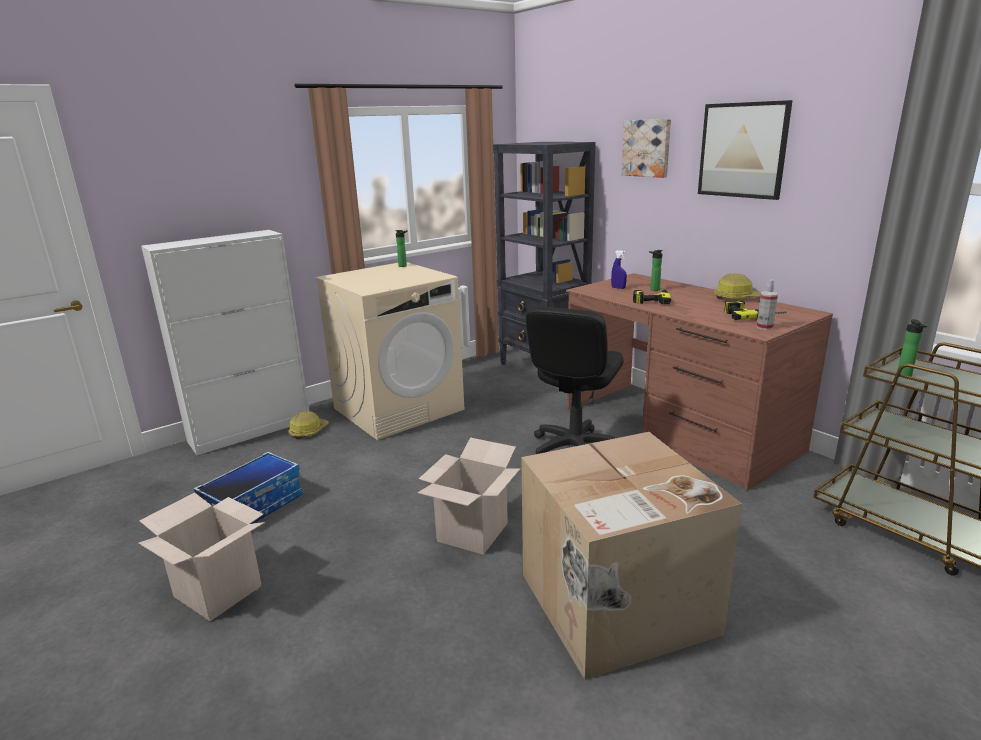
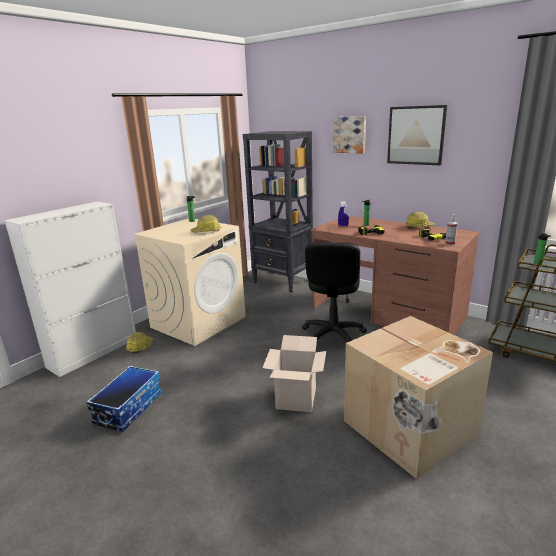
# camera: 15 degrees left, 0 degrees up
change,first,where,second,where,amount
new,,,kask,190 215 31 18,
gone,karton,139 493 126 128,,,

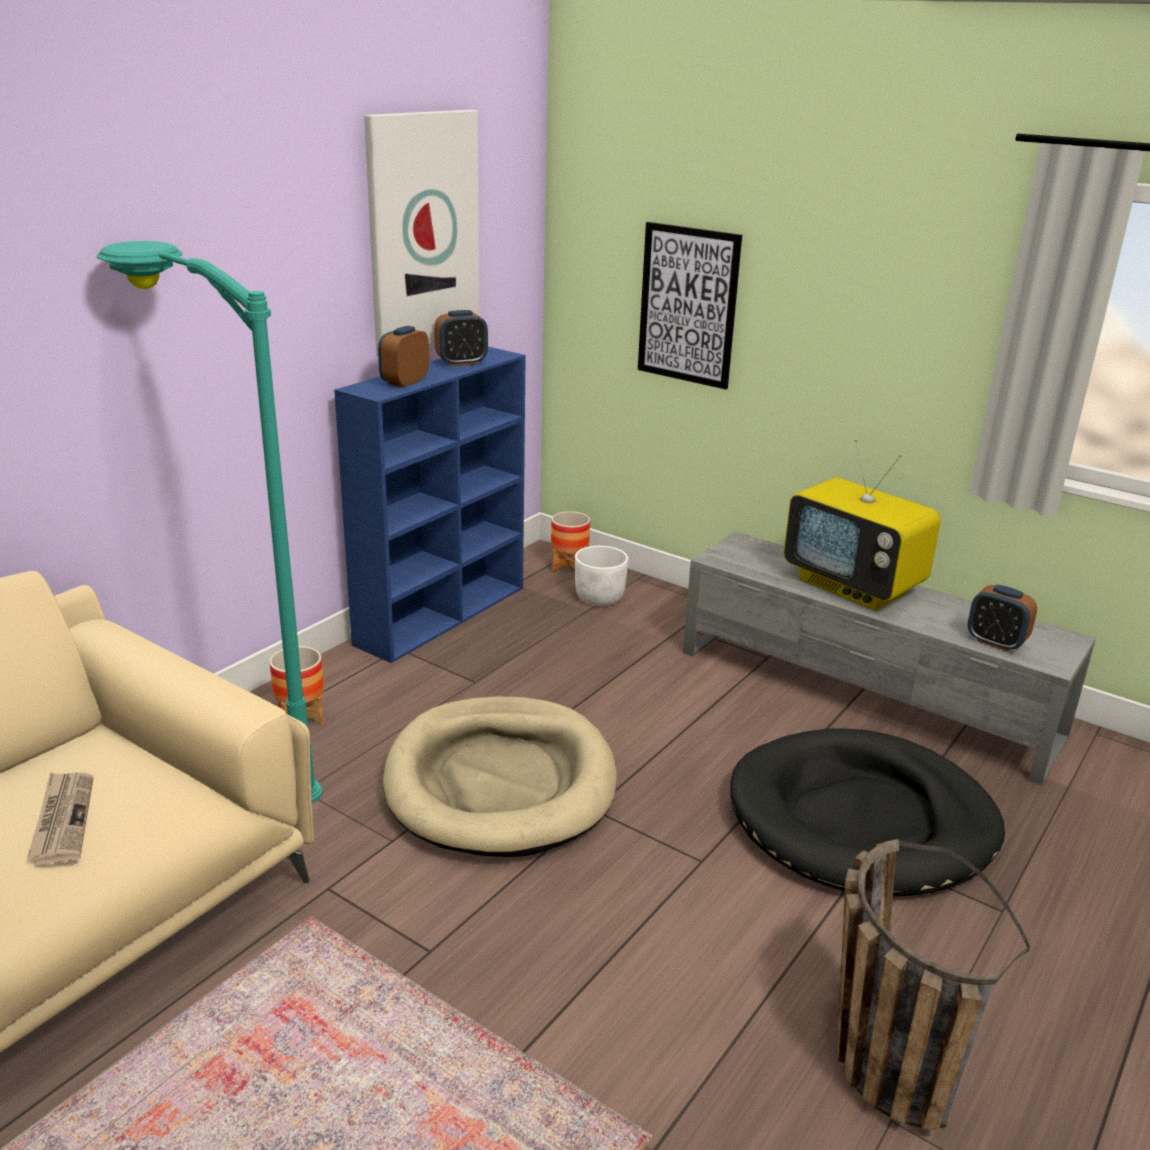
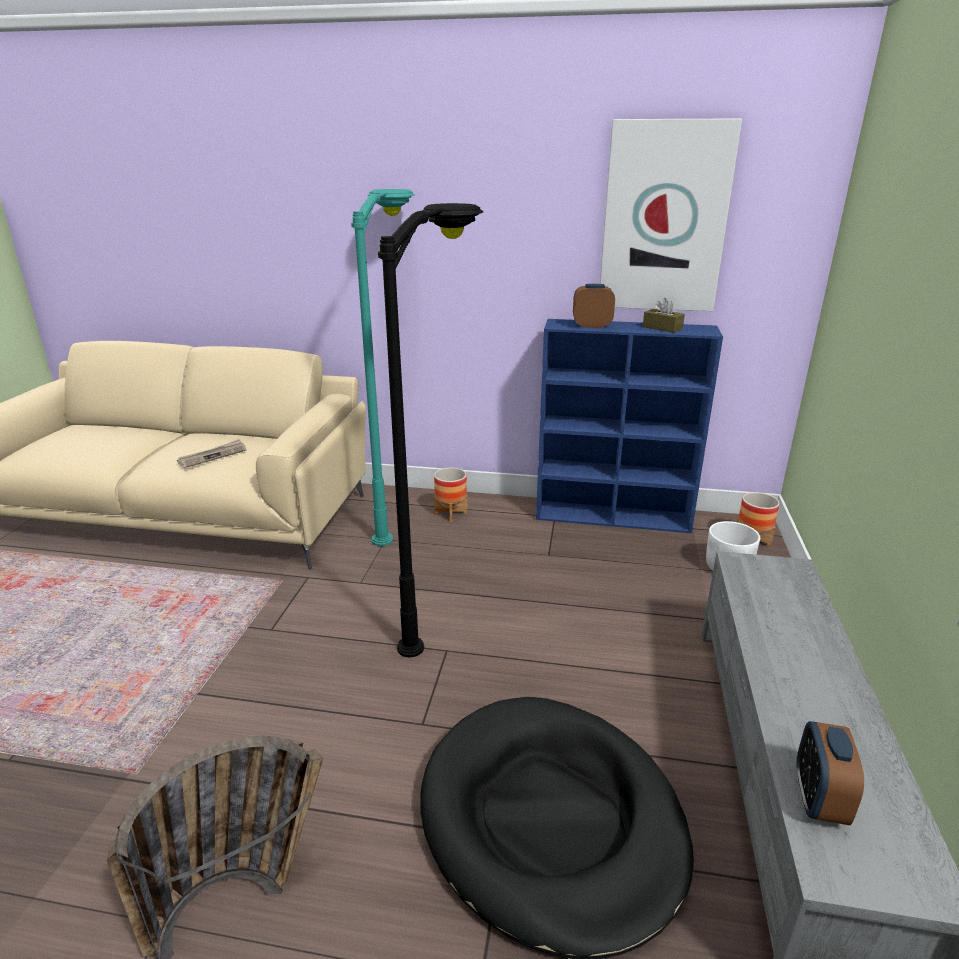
# camera: 65 degrees right, 0 degrees up
change,first,where,second,where,amount
swapped,legowisko [beżowy],383 696 234 161,lampa stojąca [czarny],378 203 105 454,
swapped,budzik,434 310 54 56,pudełko chusteczek [brązowy],643 298 42 35,
gone,obraz,638 222 104 167,,,
gone,telewizor,784 439 157 172,,,

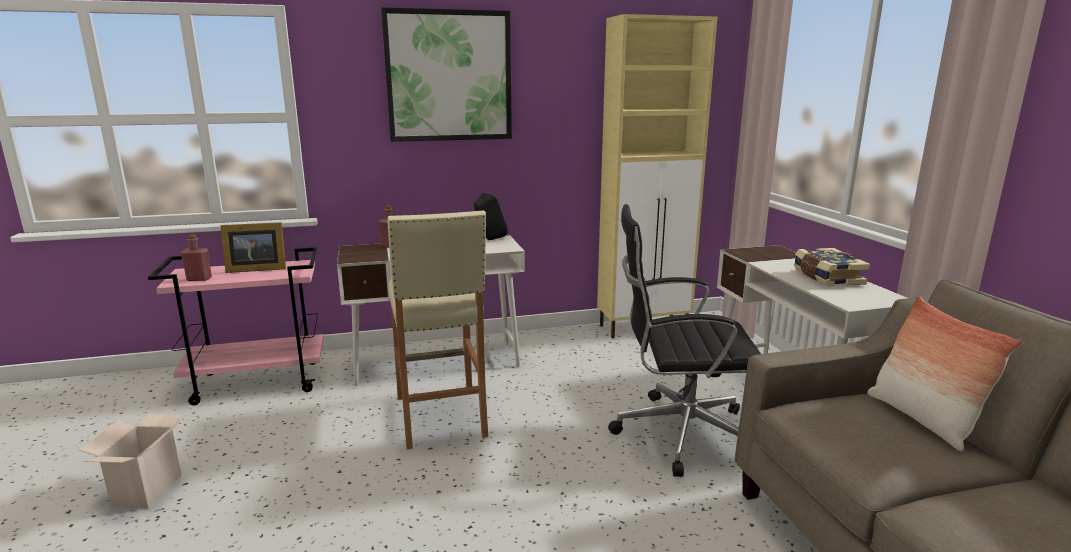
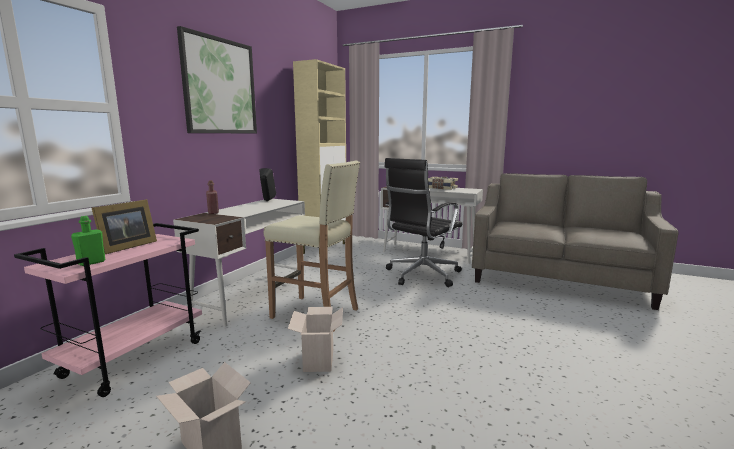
# camera: 50 degrees left, 5 degrees down
change,first,where,second,where,amount
repainted,butelka [czerwony],181 234 31 47,butelka [zielony],71 216 34 50,
new,,,karton,288 307 55 65,
gone,poduszka,867 296 155 156,,,

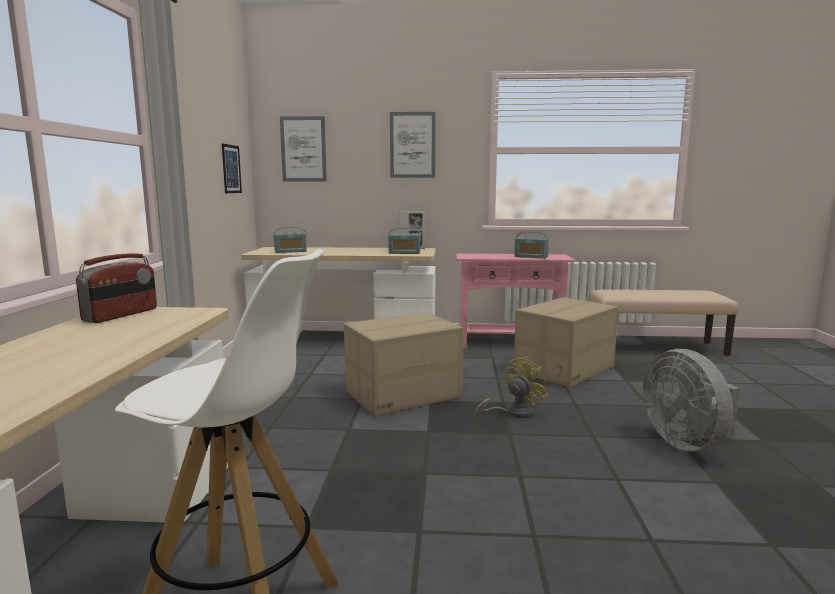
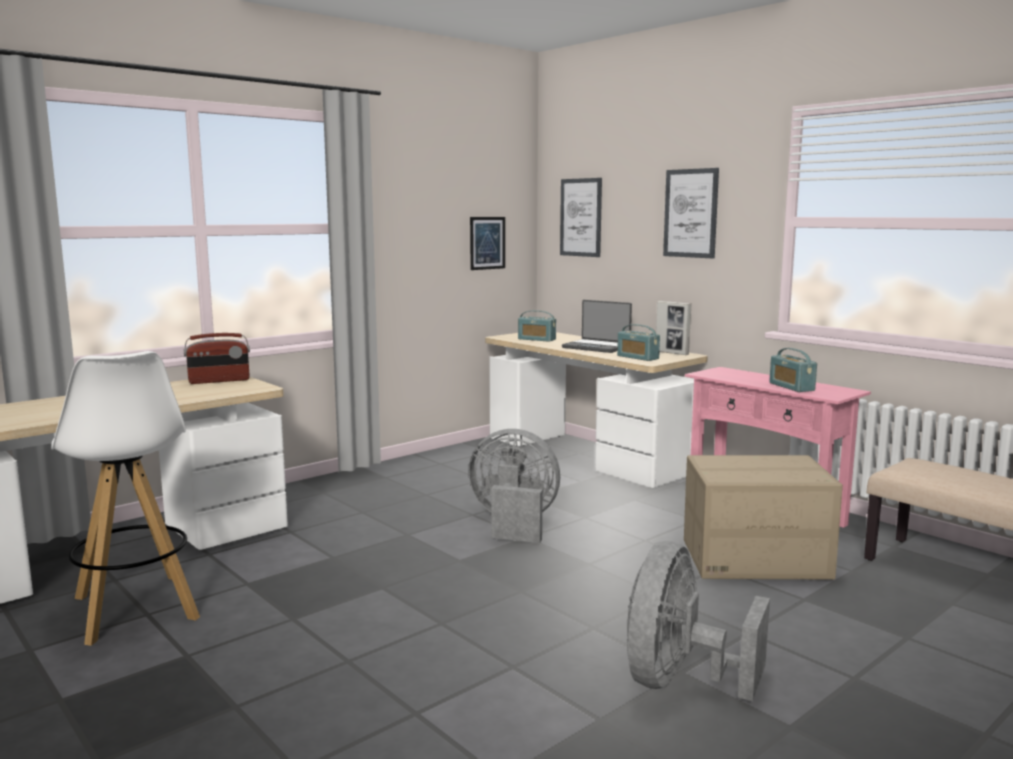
# camera: 45 degrees right, 0 degrees up
change,first,where,second,where,amount
swapped,karton,344 312 120 104,wentylator [szary],469 429 91 114,
new,,,laptop,562 300 70 53,
gone,wentylator [żółty],474 357 74 61,,,

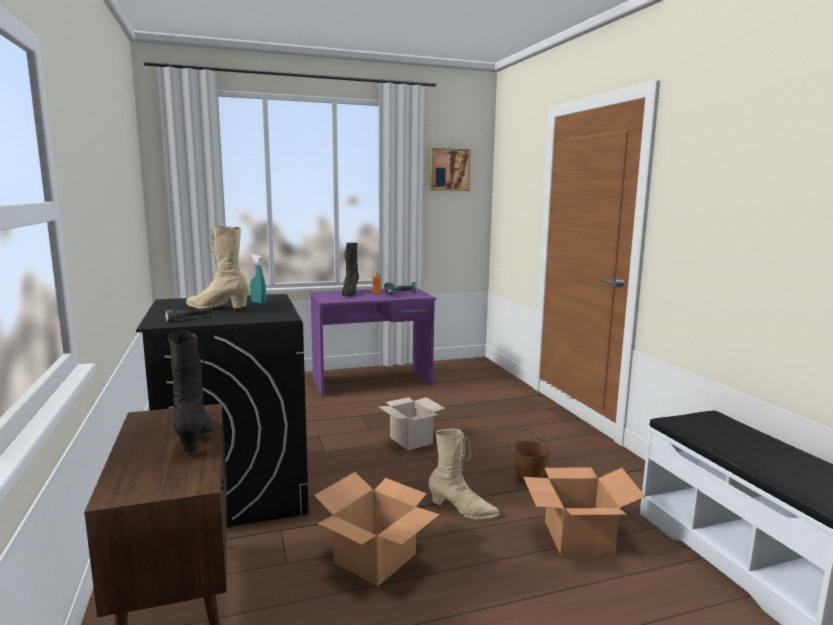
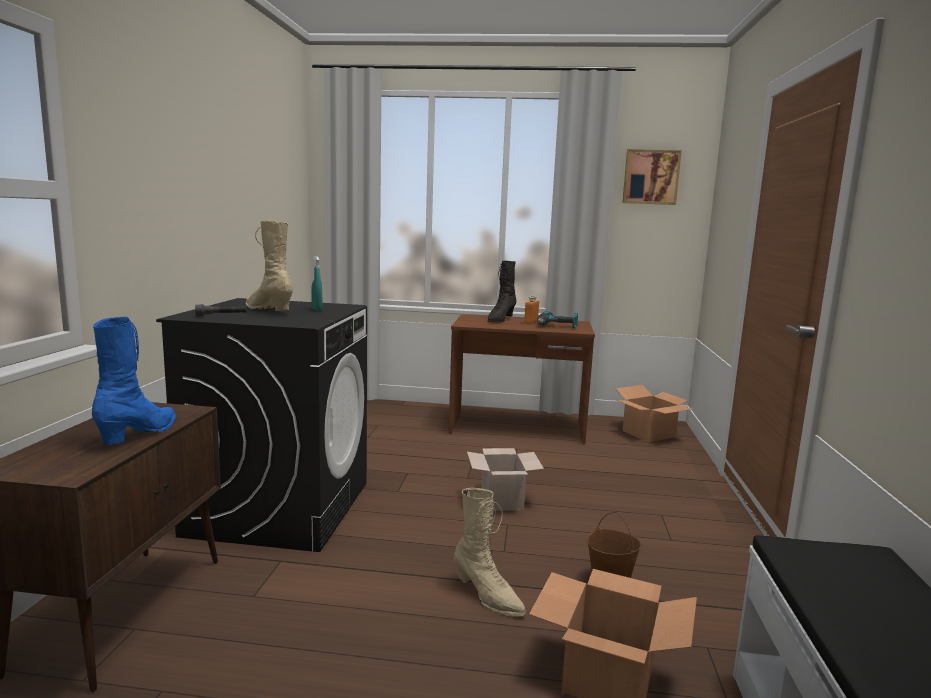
# camera: 25 degrees right, 0 degrees up
change,first,where,second,where,amount
repainted,but z cholewką [czarny],168 330 45 122,but z cholewką [niebieski],92 316 84 129,
repainted,biurko [fioletowy],310 287 126 110,biurko [brązowy],448 314 147 131,
shifted,karton,314 472 126 114,,615 385 77 57,

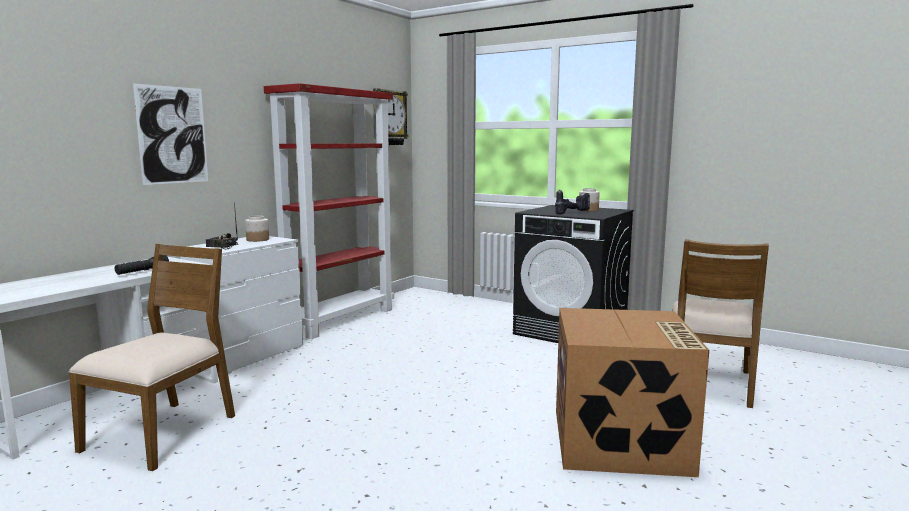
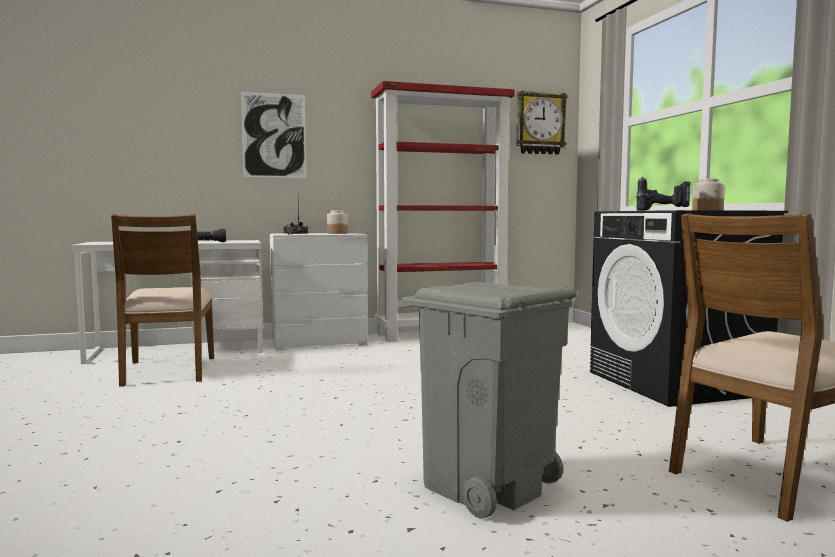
# camera: 40 degrees right, 5 degrees down
change,first,where,second,where,amount
rotated,krzesło [brązowy],68 244 167 227,,111 214 103 173,105 degrees clockwise
swapped,karton,556 308 153 169,kosz na śmieci [szary],398 282 179 237,

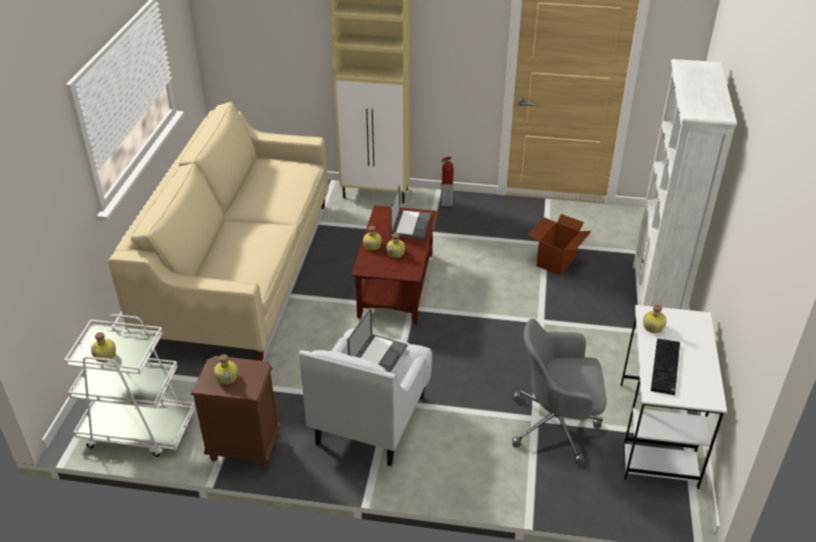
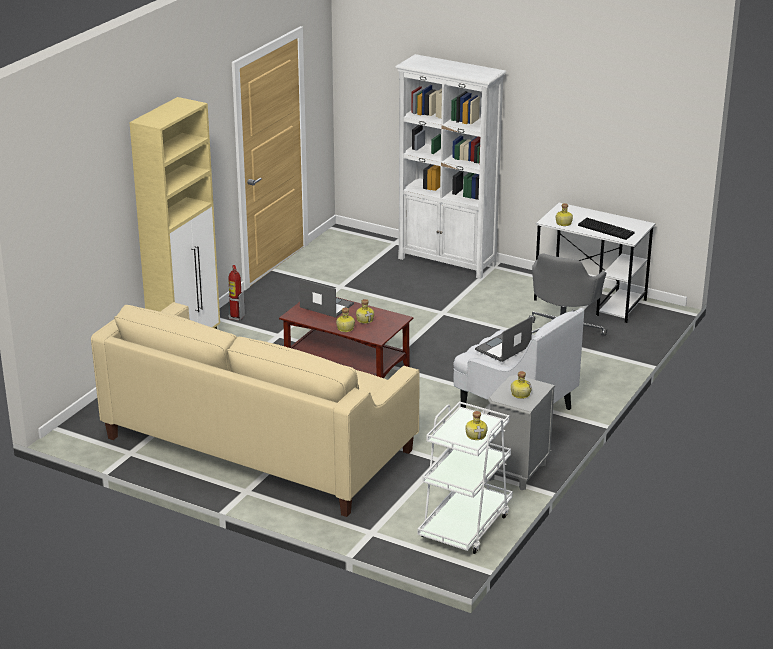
# camera: 70 degrees left, 10 degrees down
change,first,where,second,where,amount
rotated,laptop,347 307 60 65,,475 316 58 46,90 degrees counterclockwise
repainted,szafka nocna [brązowy],191 356 90 112,szafka nocna [szary],488 375 67 115,
gone,karton,528 214 64 61,,,

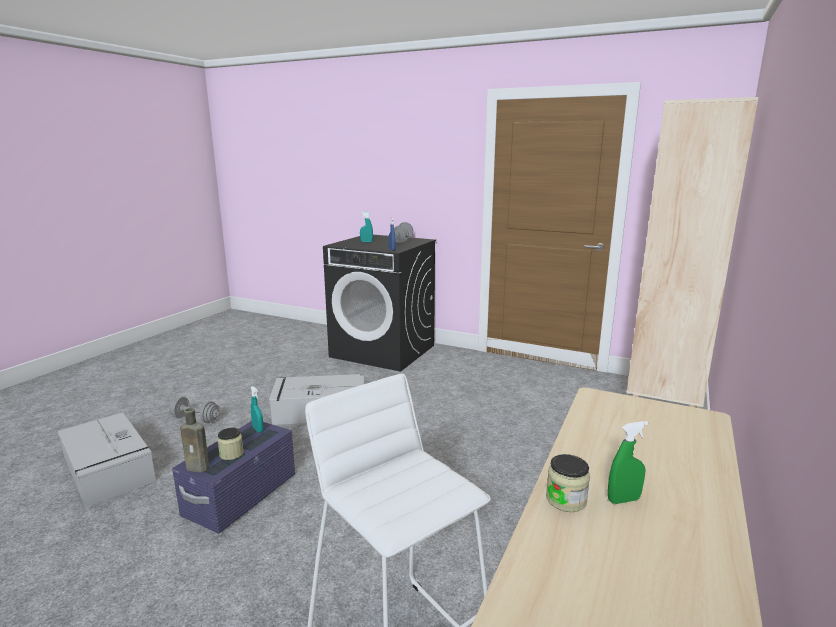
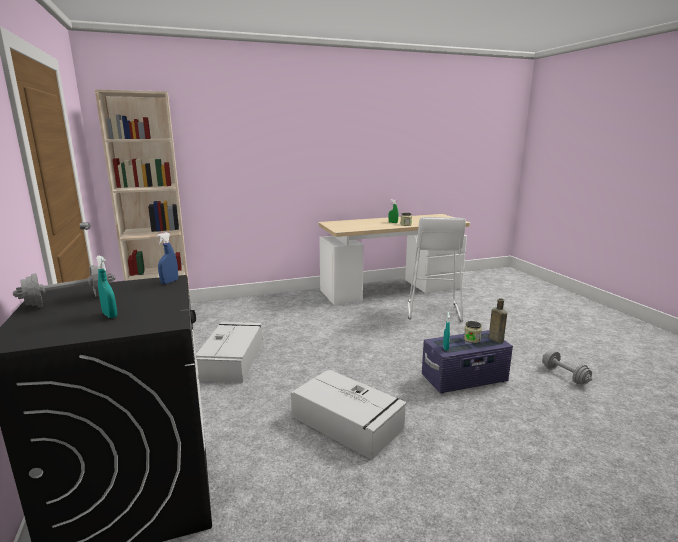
# camera: 135 degrees left, 0 degrees up
change,first,where,second,where,amount
shifted,pojemnik do przechowywania [szary],58 412 98 95,,196 322 67 61,
shifted,hantel [szary],169 397 51 26,,542 351 50 34,

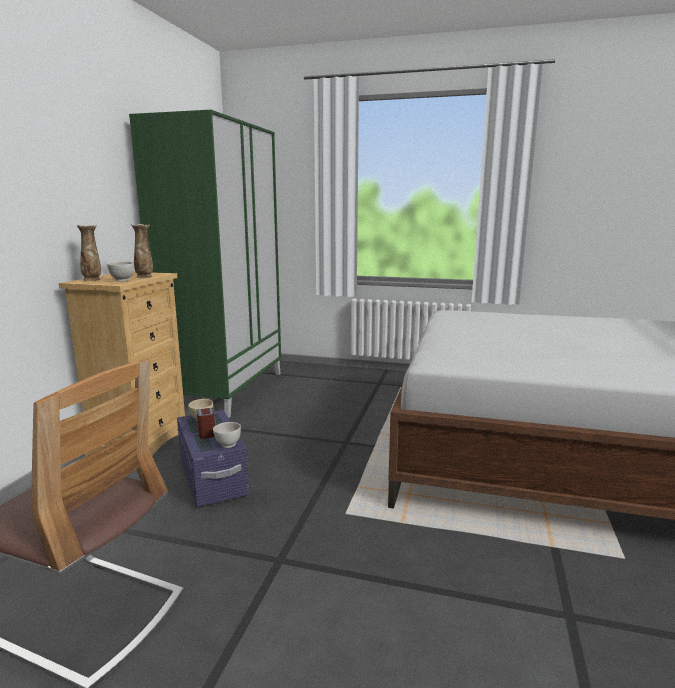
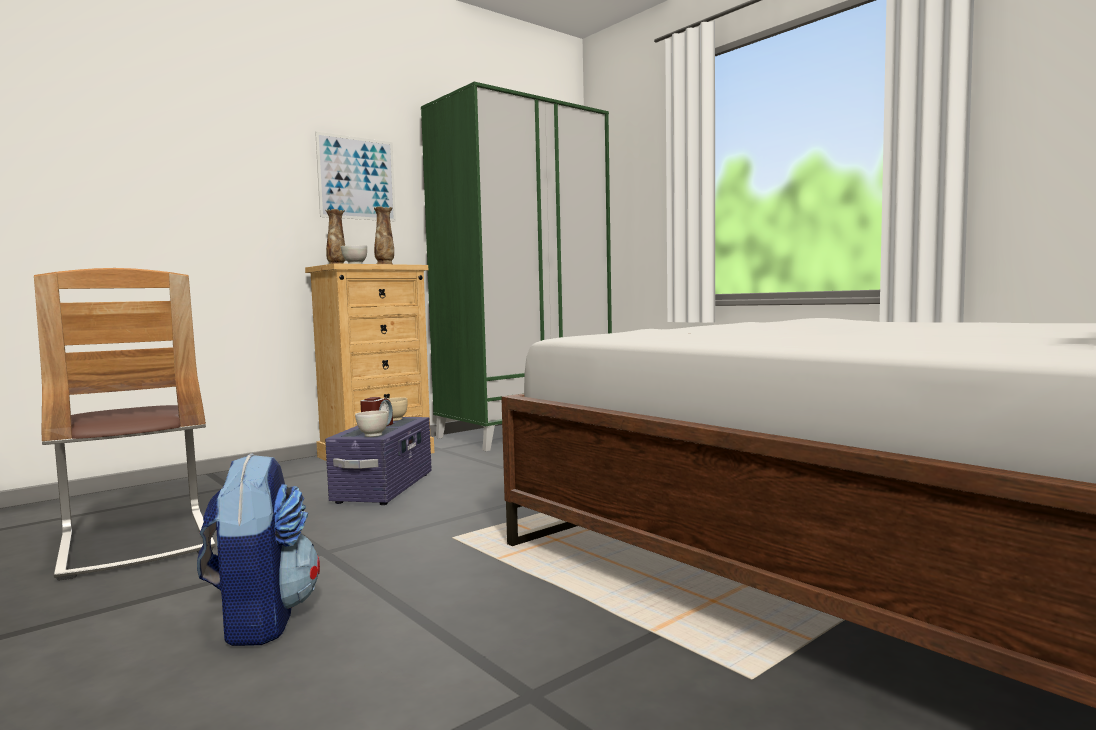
# camera: 35 degrees right, 10 degrees down
change,first,where,second,where,amount
new,,,plecak,197 453 123 193,
new,,,obraz,315 132 81 90,

